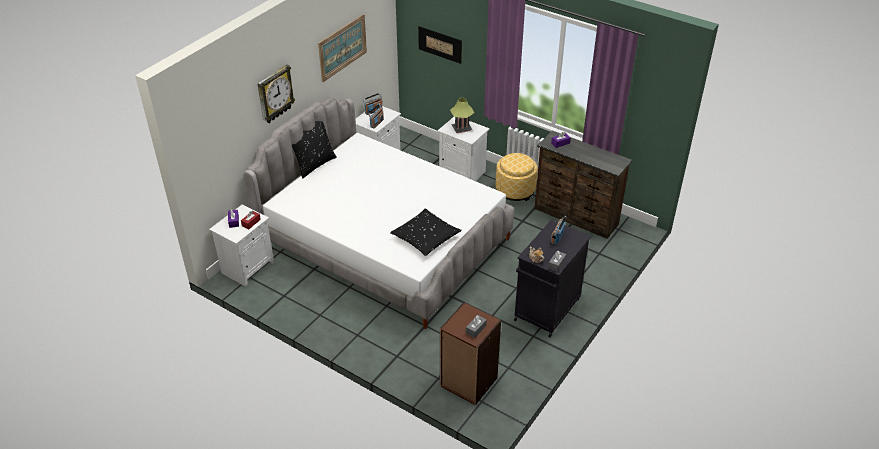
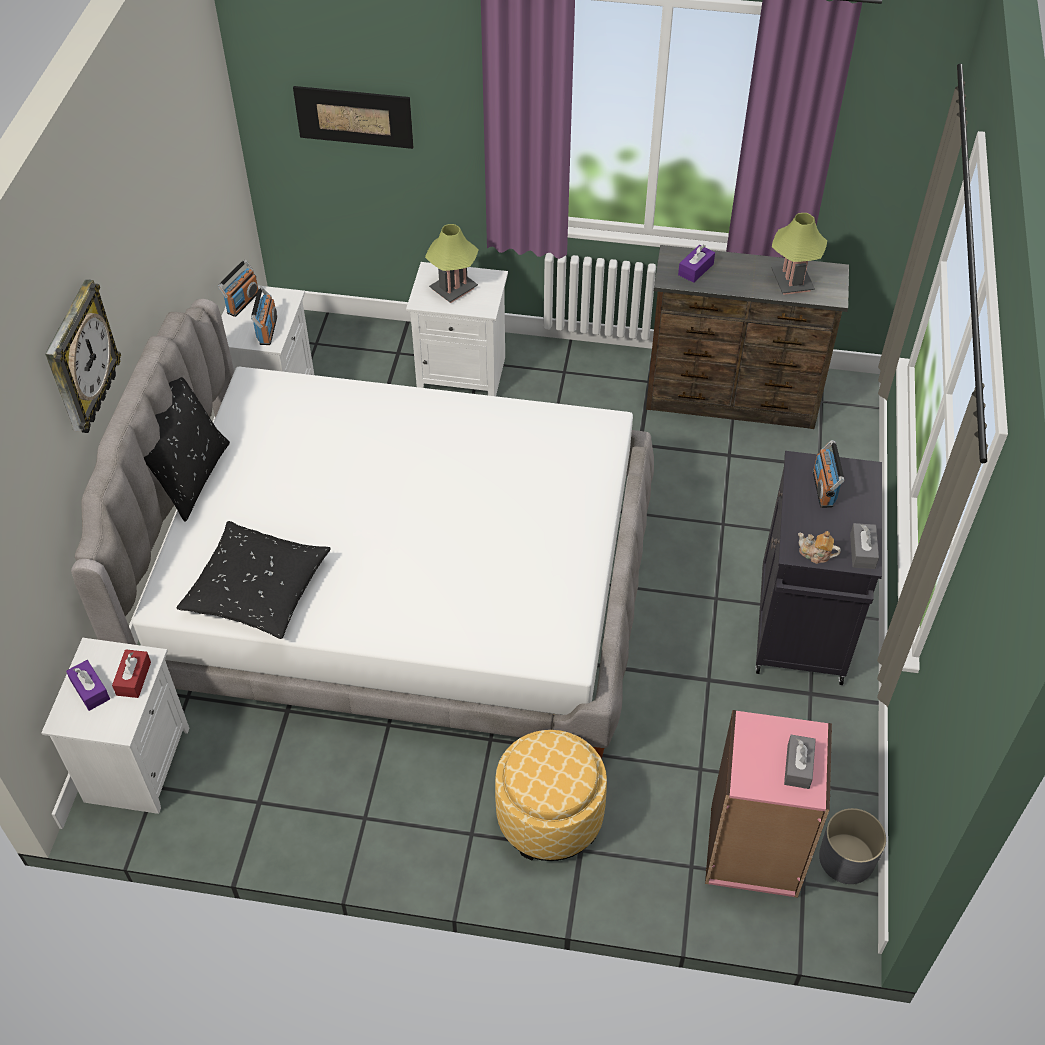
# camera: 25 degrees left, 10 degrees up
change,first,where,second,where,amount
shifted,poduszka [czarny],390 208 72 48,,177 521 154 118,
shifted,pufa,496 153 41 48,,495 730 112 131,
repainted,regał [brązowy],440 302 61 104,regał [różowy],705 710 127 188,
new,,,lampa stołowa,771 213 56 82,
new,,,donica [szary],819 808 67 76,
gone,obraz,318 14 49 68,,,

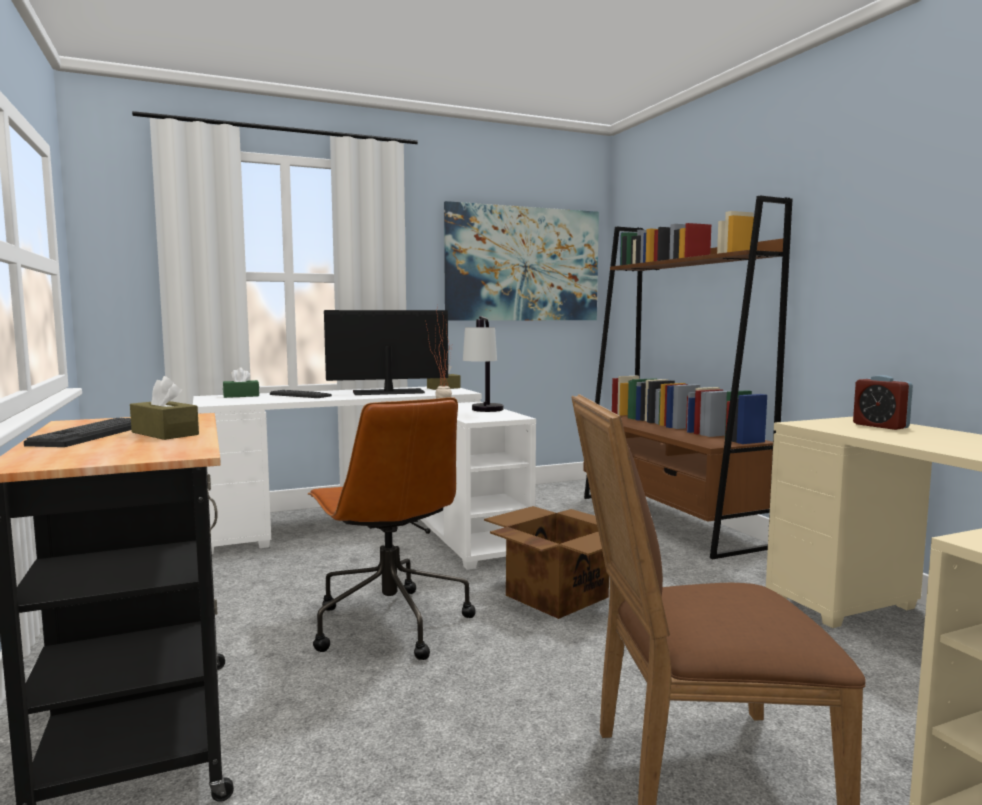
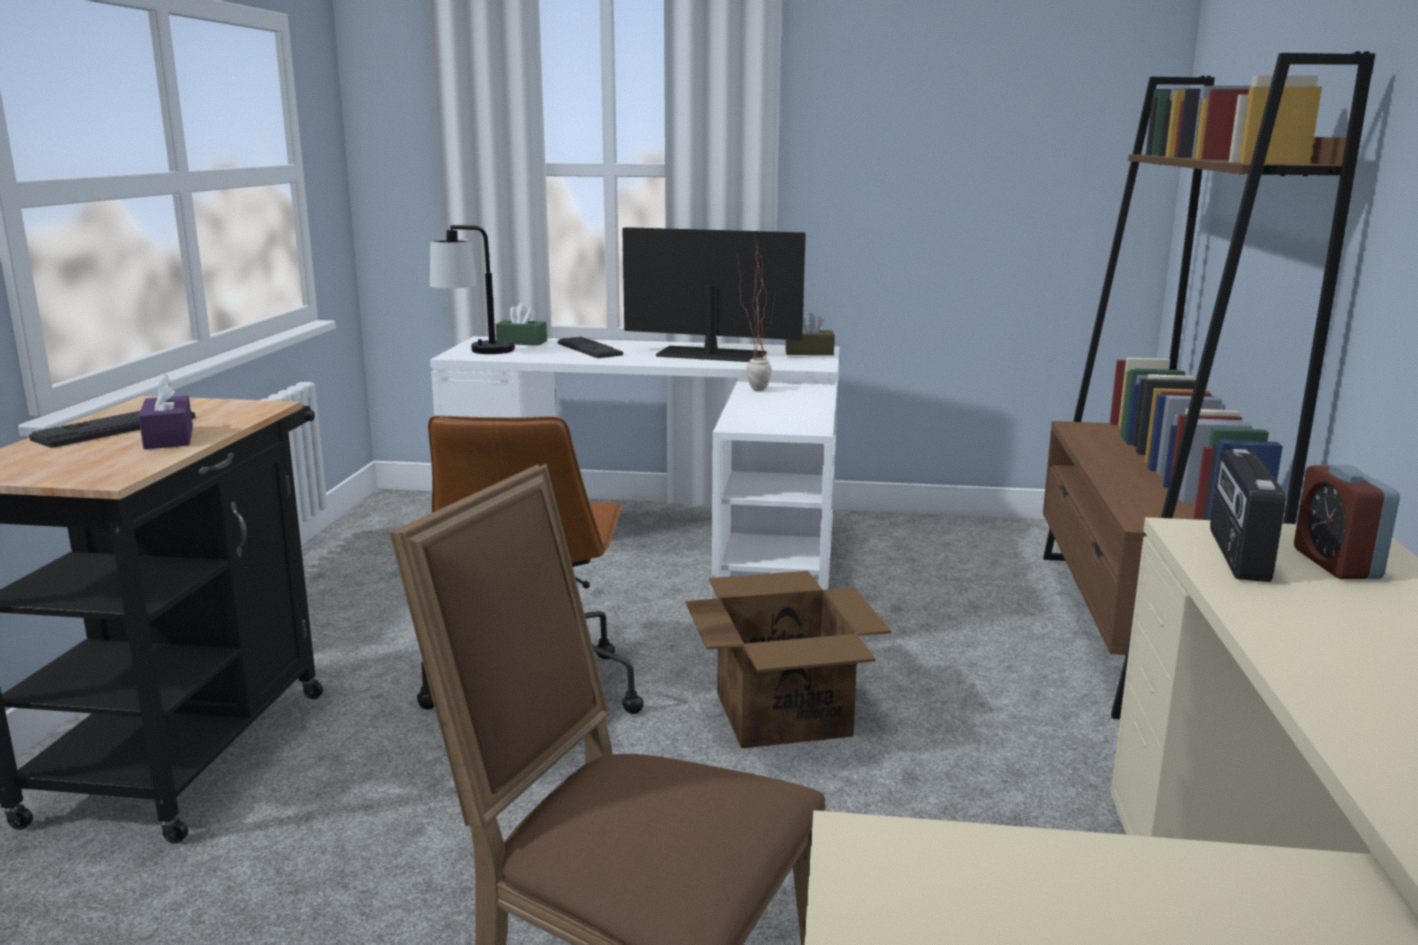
# camera: 30 degrees right, 10 degrees up
change,first,where,second,where,amount
repainted,pudełko chusteczek [brązowy],130 376 69 64,pudełko chusteczek [fioletowy],138 373 55 76,
shifted,lampa stołowa,463 316 40 96,,430 225 85 129,
new,,,radio,1210 449 76 133,
gone,obraz,444 201 155 120,,,

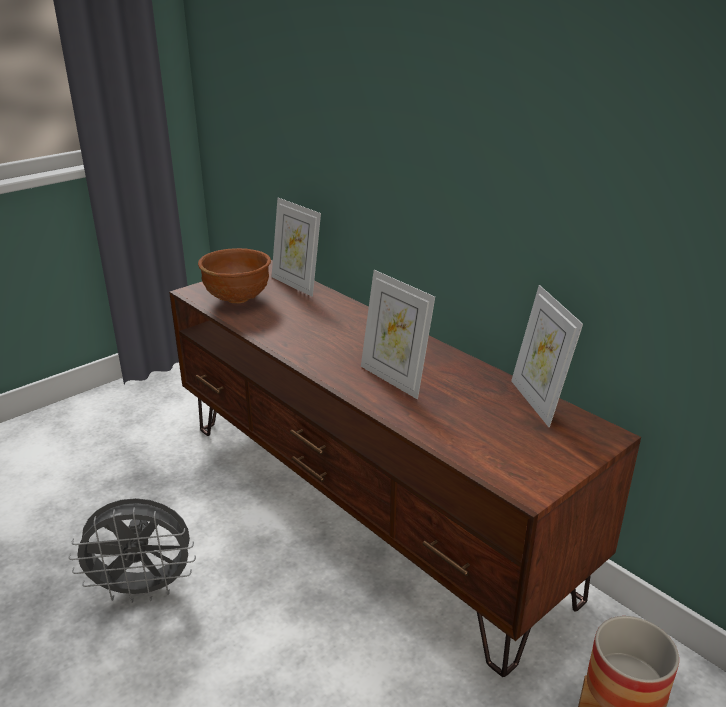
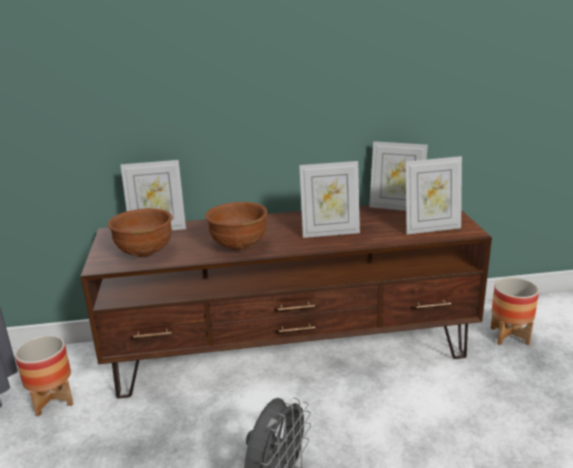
# camera: 55 degrees left, 5 degrees down
change,first,where,second,where,amount
new,,,donica,15 335 59 81,
new,,,miska [brązowy],205 202 63 48,
new,,,ramka na zdjęcie,405 156 57 78,

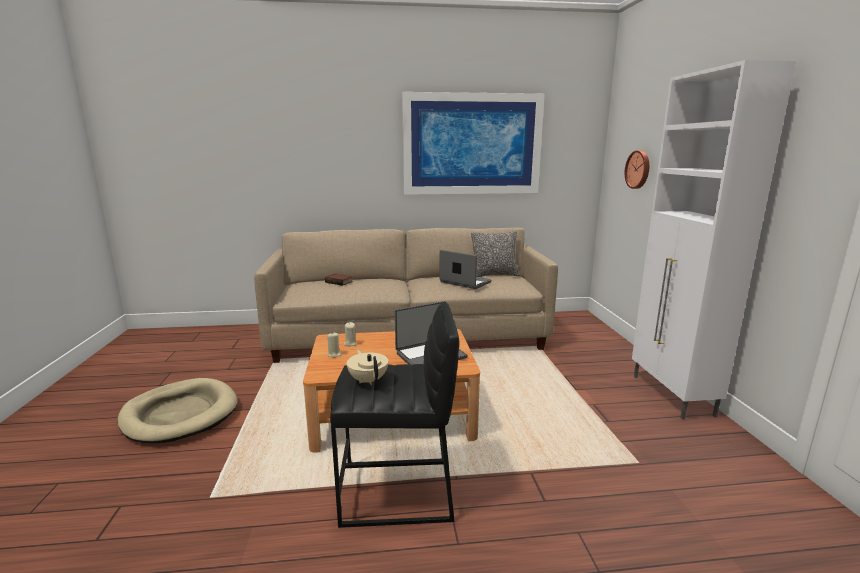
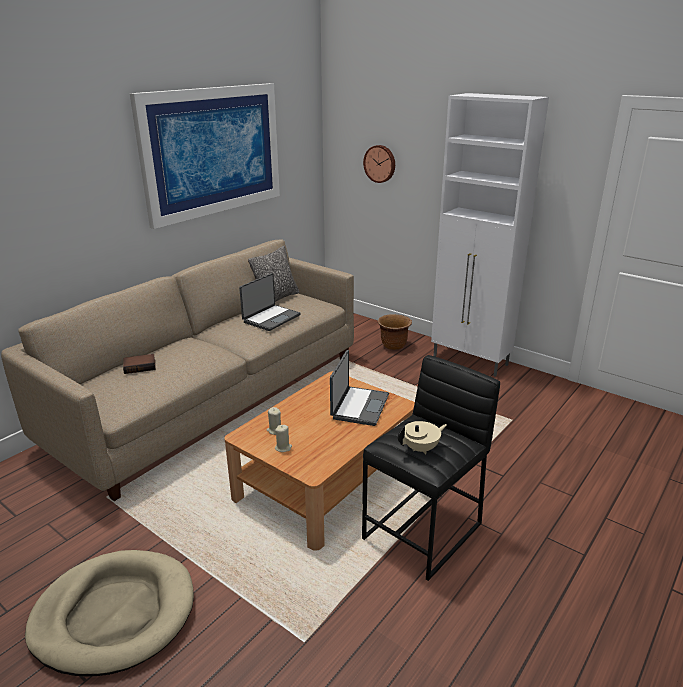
# camera: 45 degrees left, 10 degrees up
change,first,where,second,where,amount
rotated,laptop,439 250 52 39,,239 273 62 58,135 degrees clockwise
new,,,donica [brązowy],378 314 34 36,
rotated,imbryk [beżowy],347 349 41 36,,398 421 49 34,135 degrees clockwise

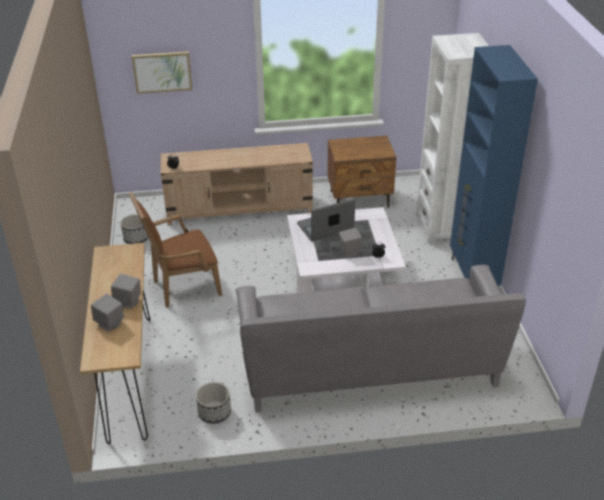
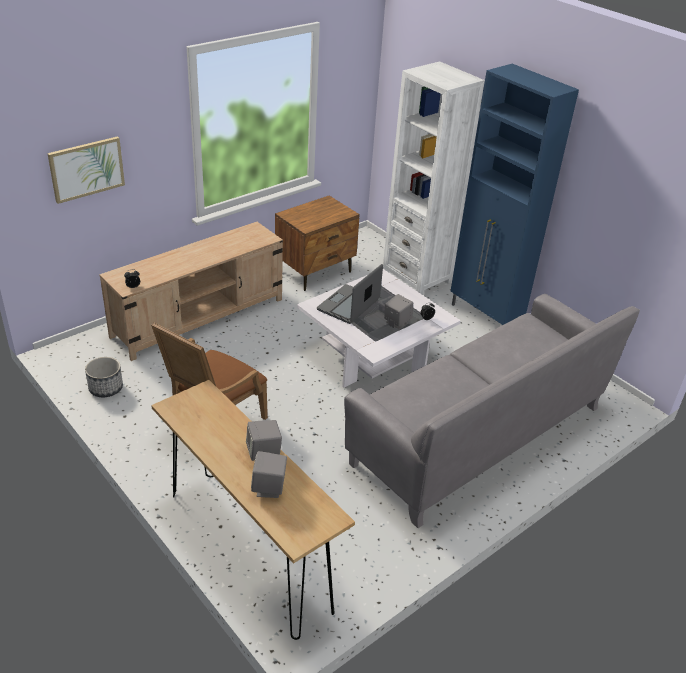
# camera: 35 degrees left, 0 degrees up
change,first,where,second,where,amount
gone,donica,196 382 35 42,,,

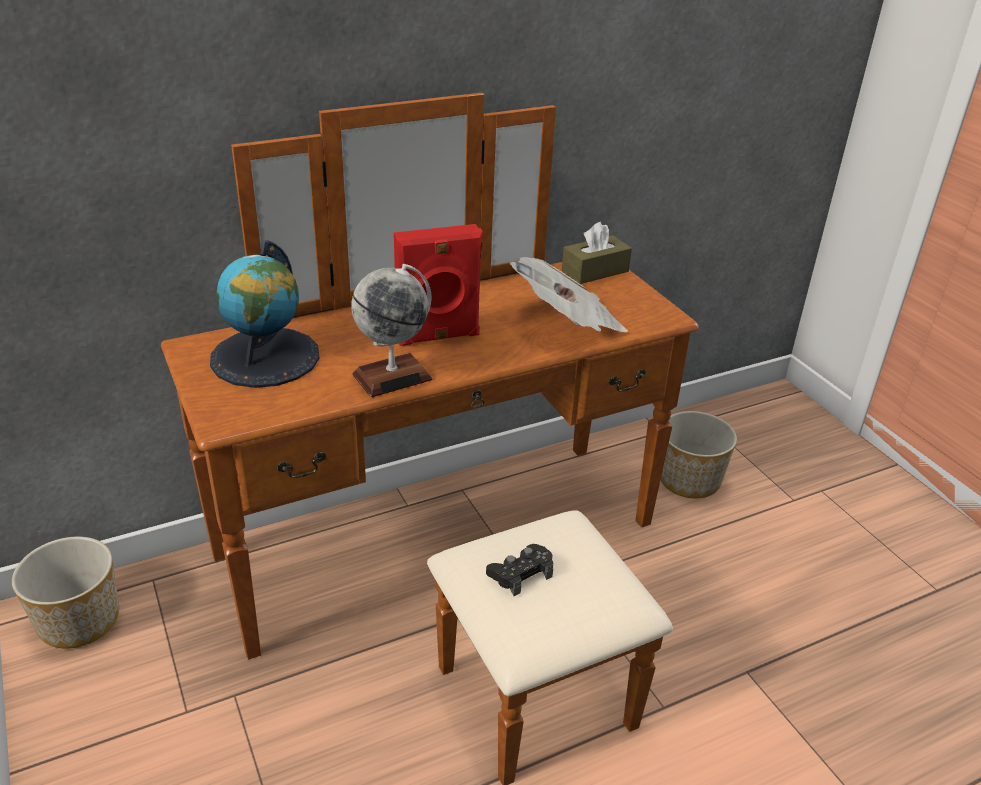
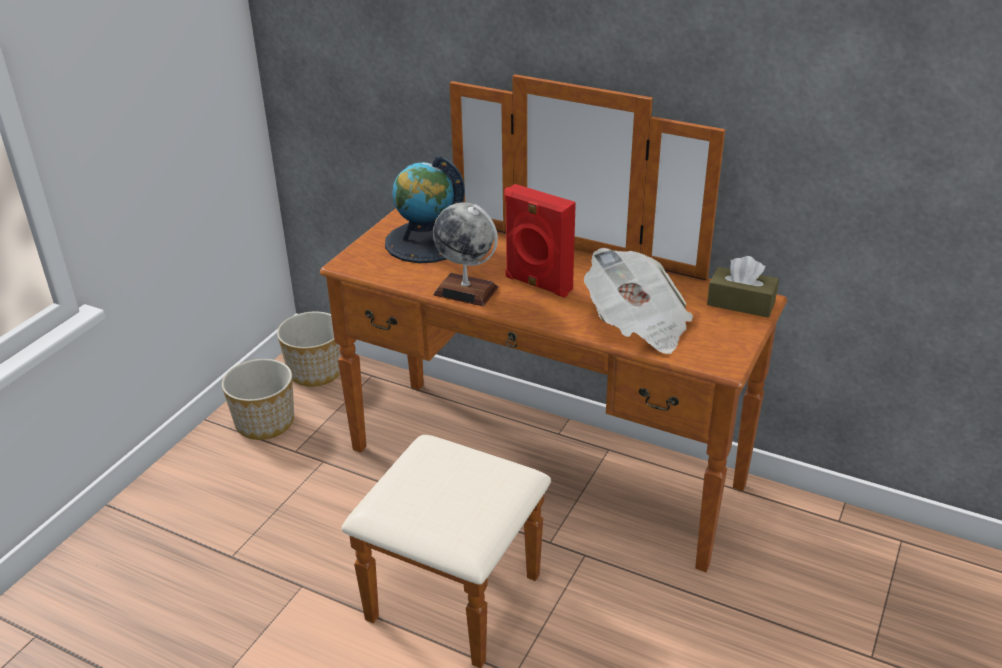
# camera: 55 degrees right, 0 degrees up
change,first,where,second,where,amount
shifted,donica,660 411 77 87,,222 359 72 81,
gone,pad do gier [czarny],486 544 67 52,,,

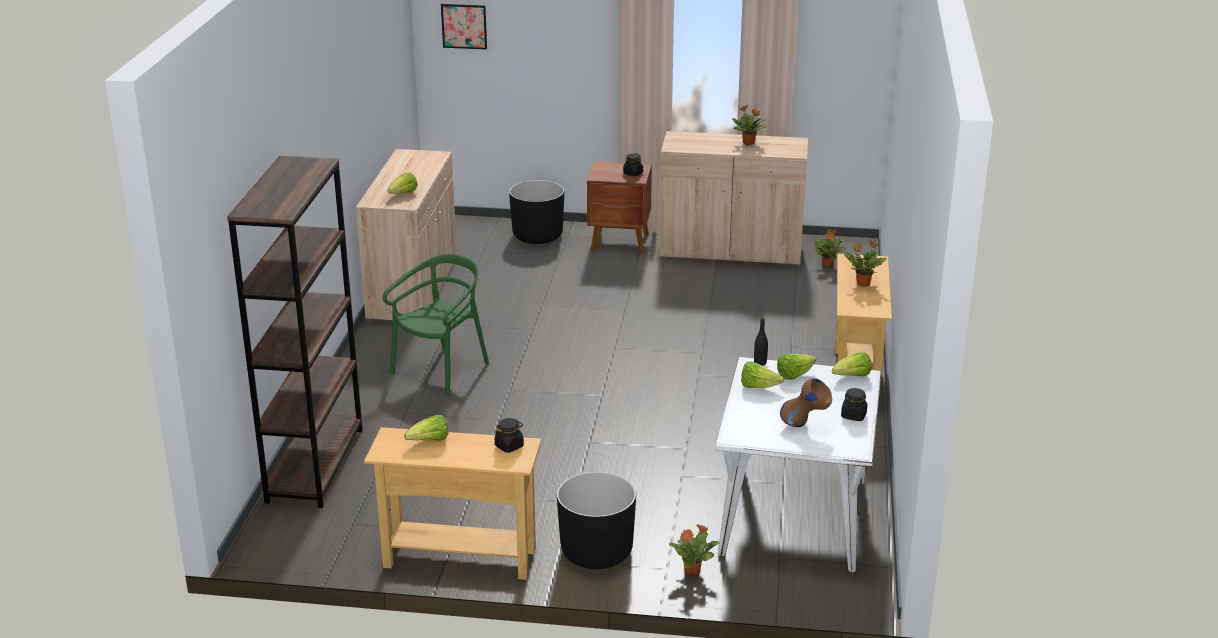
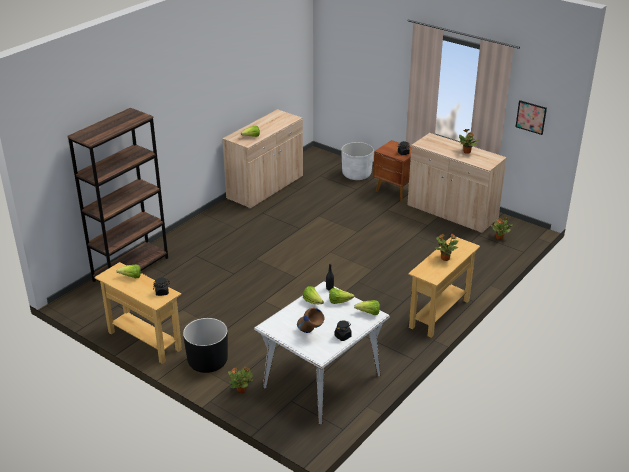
# camera: 30 degrees right, 5 degrees up
change,first,where,second,where,amount
repainted,donica [czarny],509 180 55 64,donica [biały],341 142 33 38,
shifted,obraz,441 4 46 46,,516 100 31 35,
gone,krzesło [zielony],383 254 106 142,,,

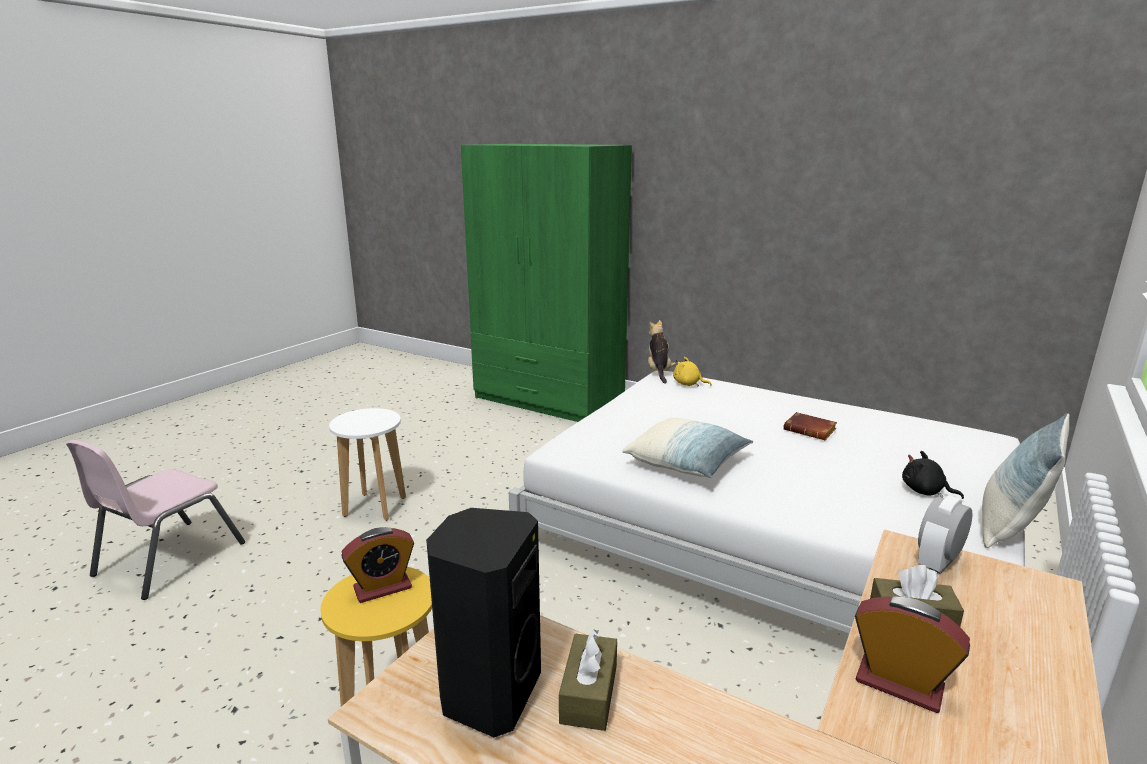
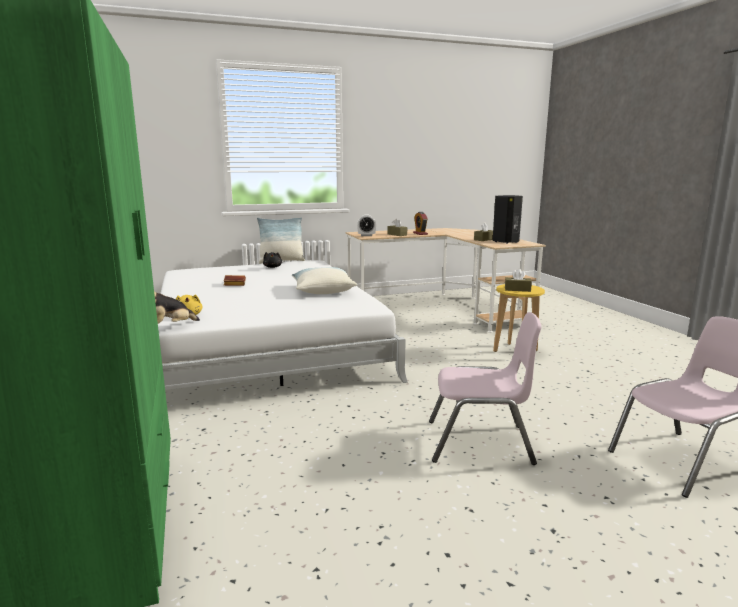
# camera: 140 degrees left, 5 degrees down
change,first,where,second,where,amount
swapped,stołek [biały],329 408 77 113,krzesło [różowy],429 312 113 153,
swapped,budzik,341 527 73 76,pudełko chusteczek [brązowy],505 269 27 23,

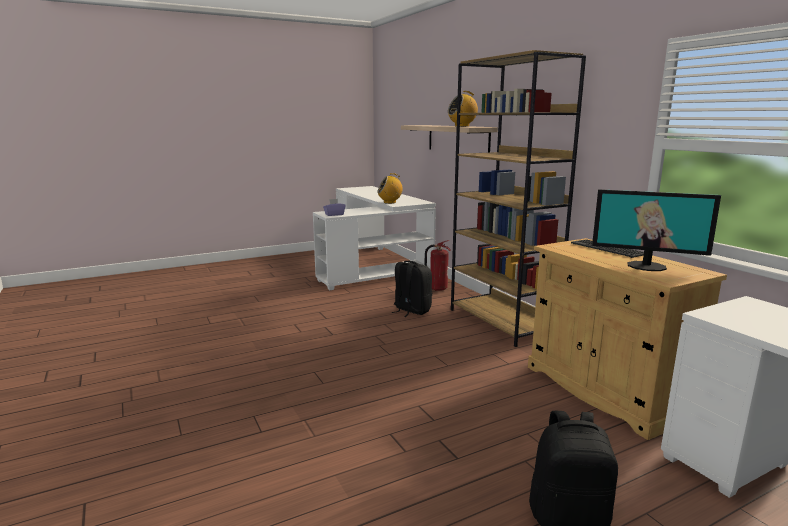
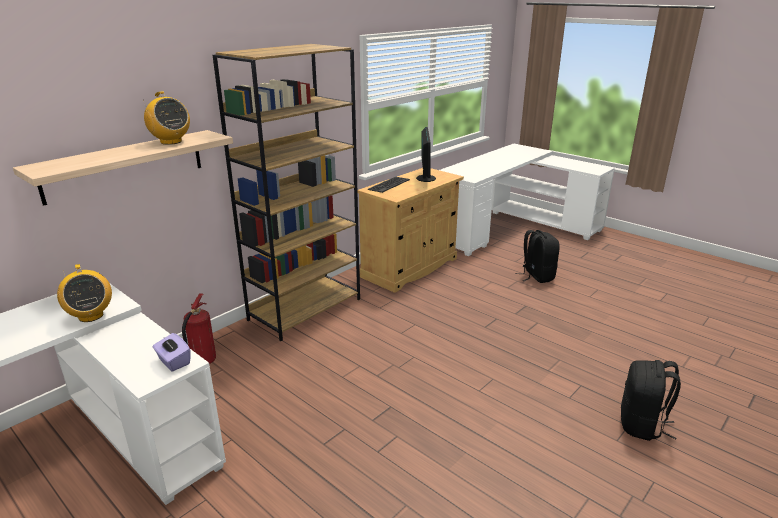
# camera: 110 degrees left, 10 degrees up
change,first,where,second,where,amount
shifted,plecak [czarny],391 261 41 56,,621 360 60 81,

